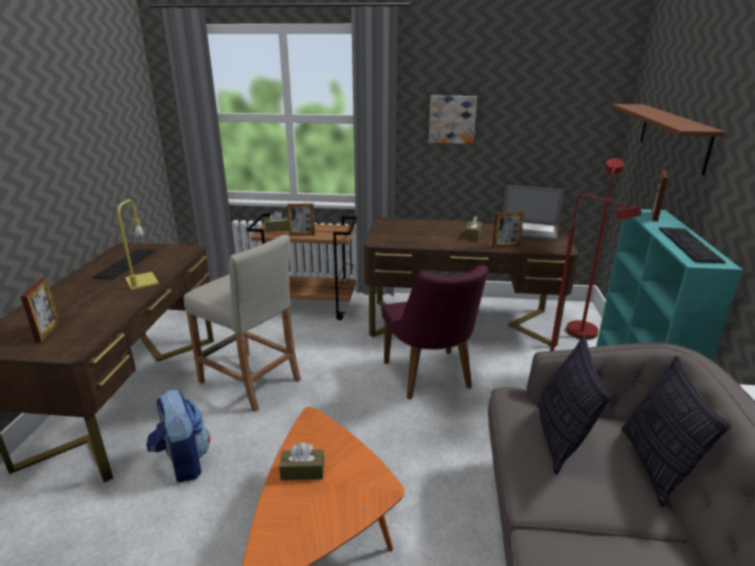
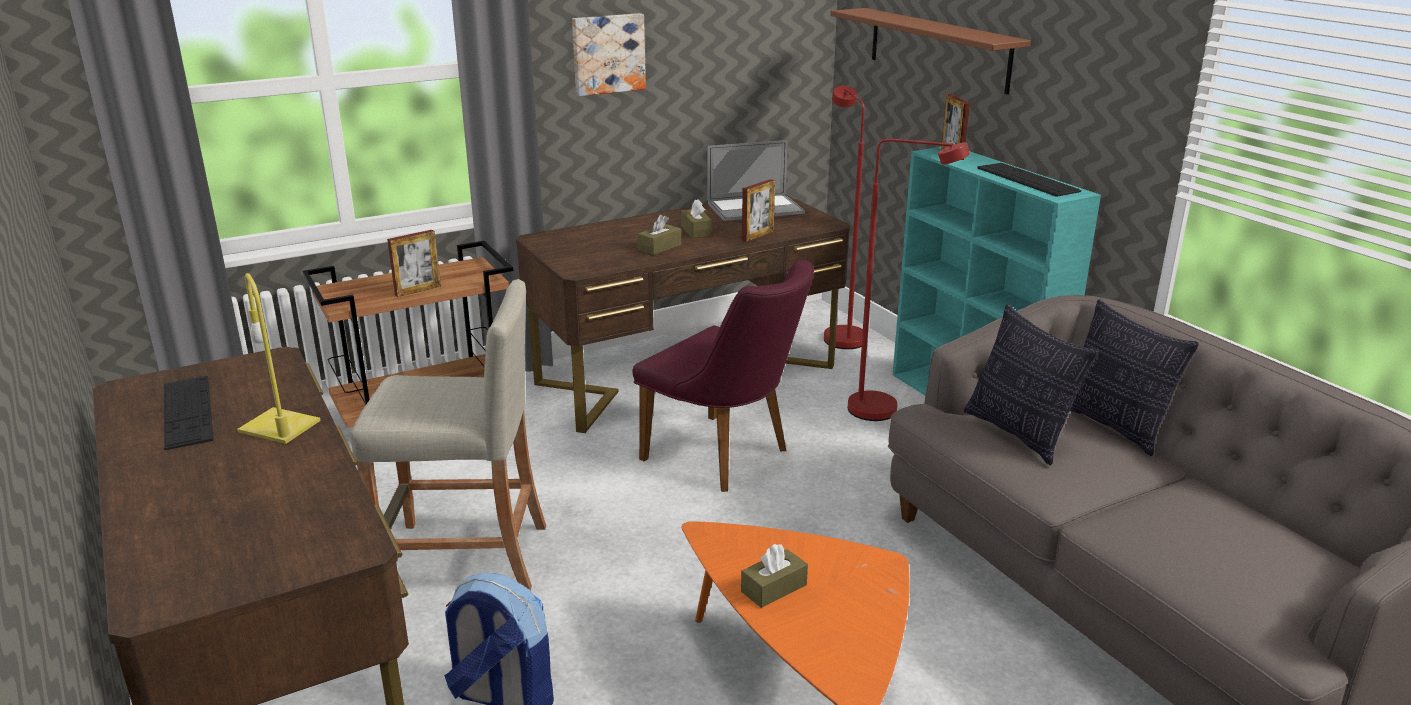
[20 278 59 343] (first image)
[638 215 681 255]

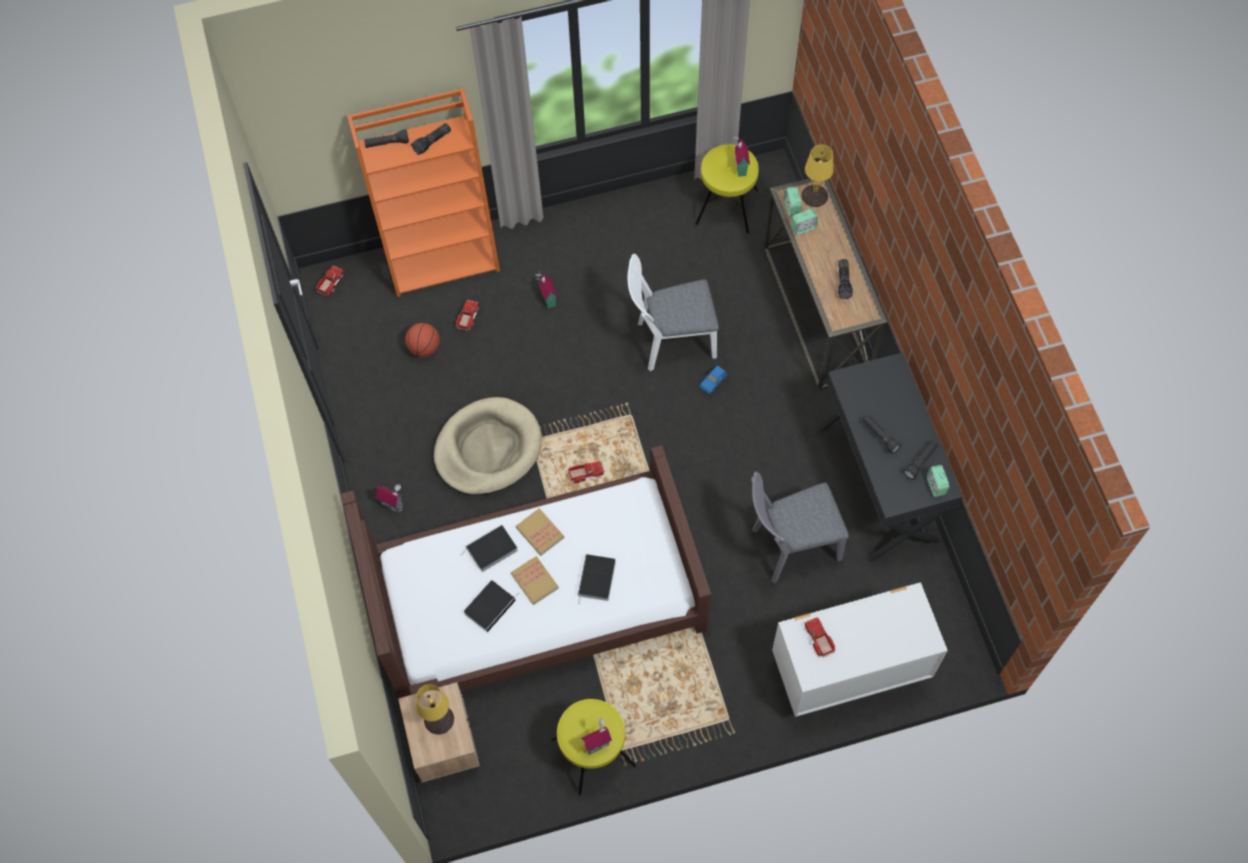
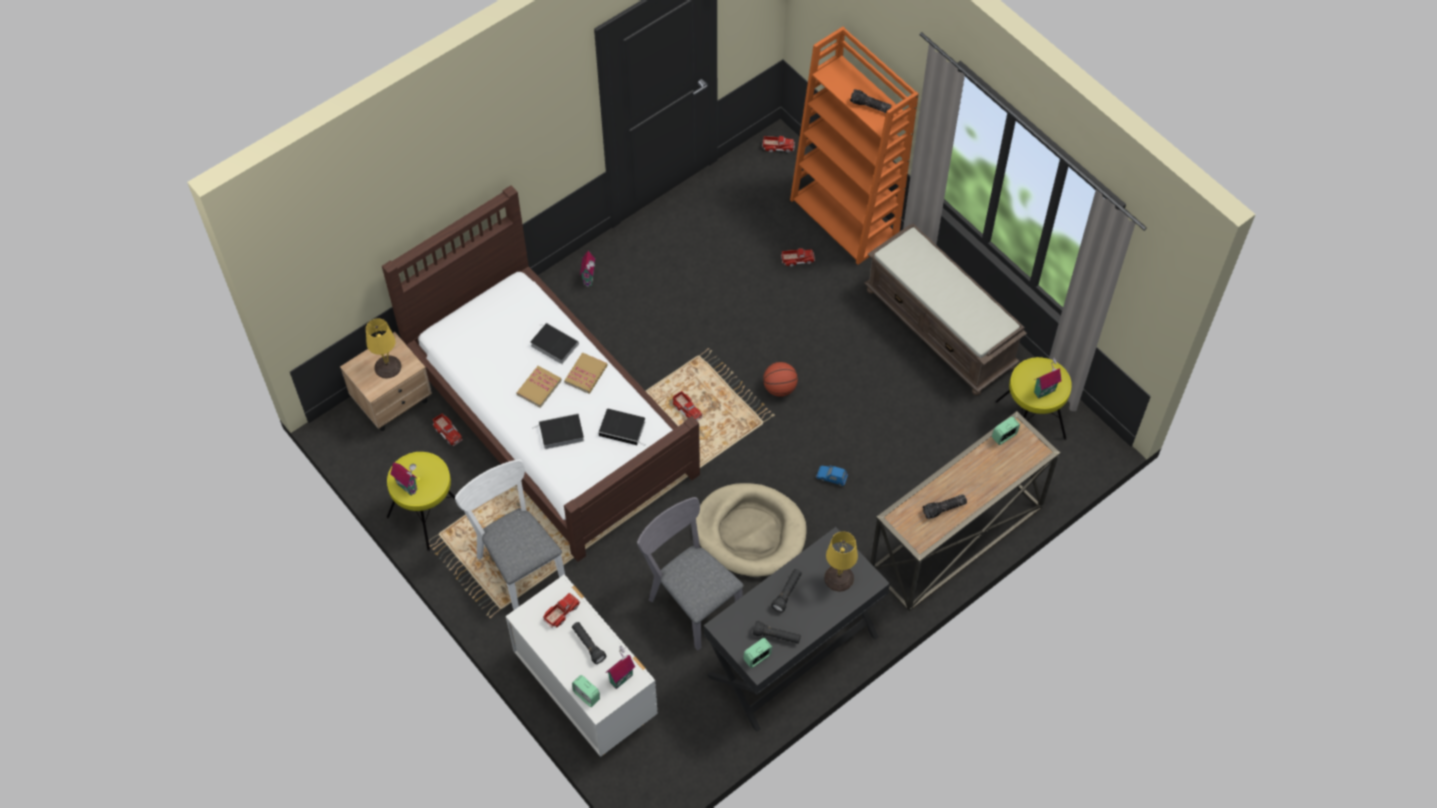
[572 622 606 664]
[763 362 798 397]
[696 483 807 577]
[598 409 646 446]
[605 645 635 689]
[455 459 565 610]
[572 675 600 707]
[824 531 858 591]
[433 413 463 446]
[864 224 1027 395]

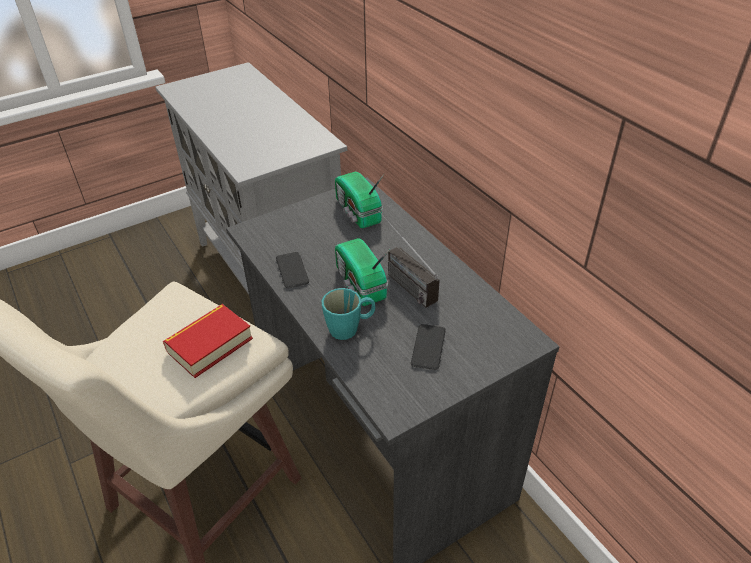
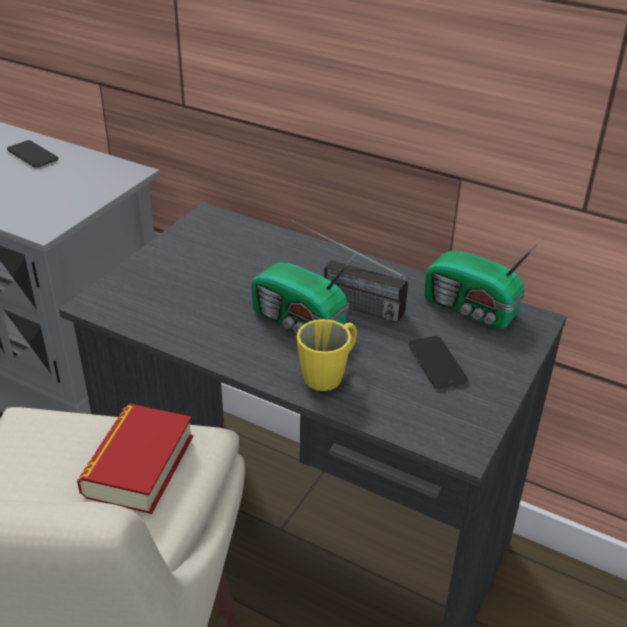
[7 140 58 168]
[296 319 357 391]
[424 238 543 329]

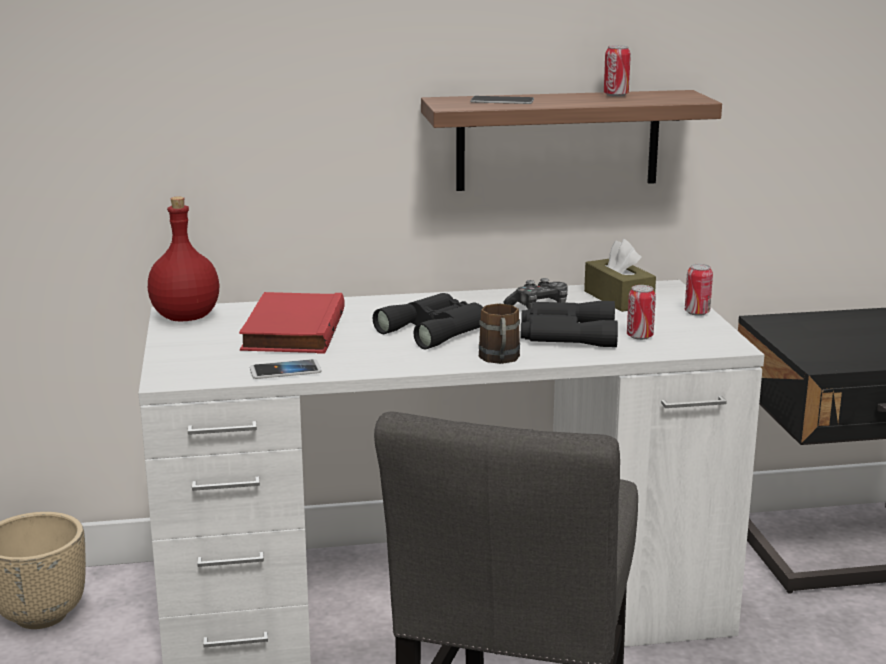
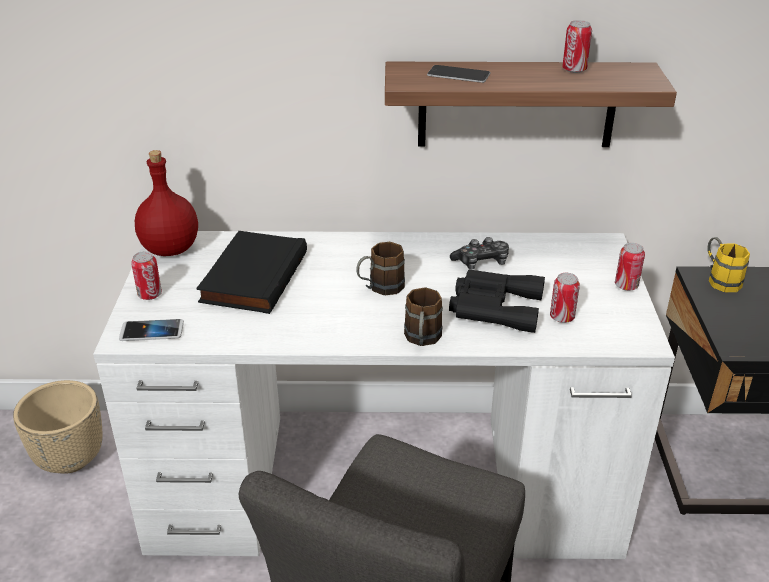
[196 231 307 314]
[119 319 184 341]
[356 242 405 295]
[584 239 656 312] (first image)
[131 251 162 300]
[707 237 750 292]

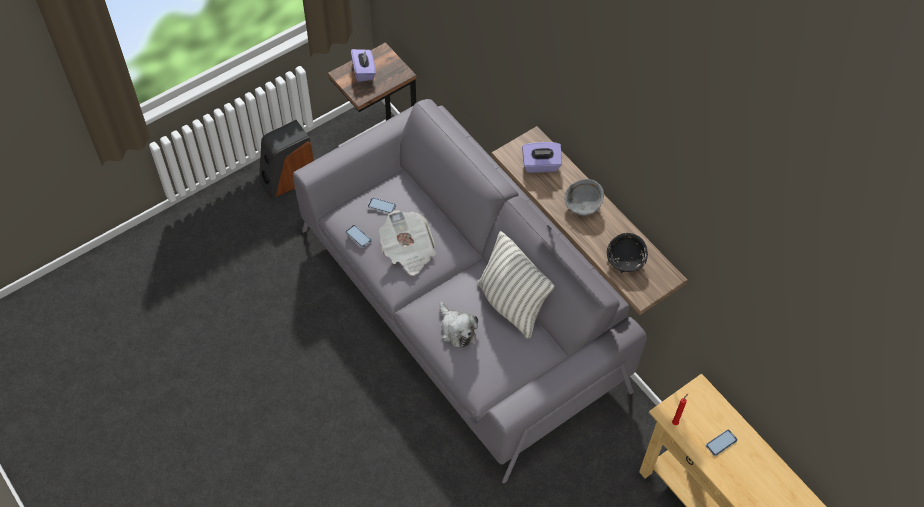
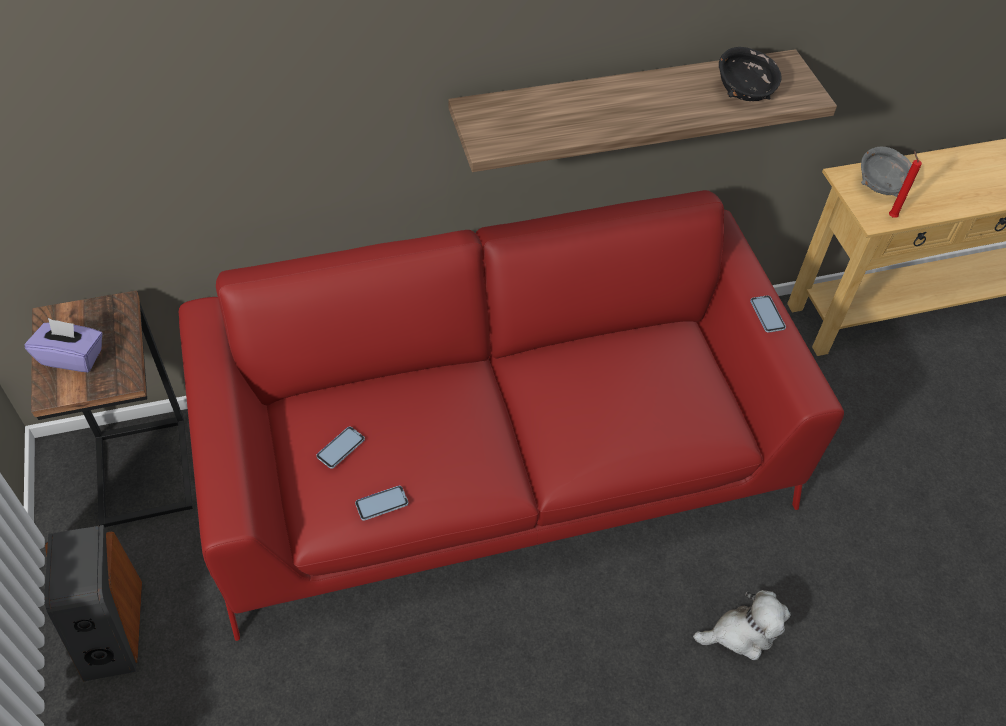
[179 190 844 641]
[379 210 436 275] (first image)
[693 590 791 660]
[477 231 554 339] (first image)
[522 142 562 173] (first image)
[861 146 914 197]
[750 295 786 333]

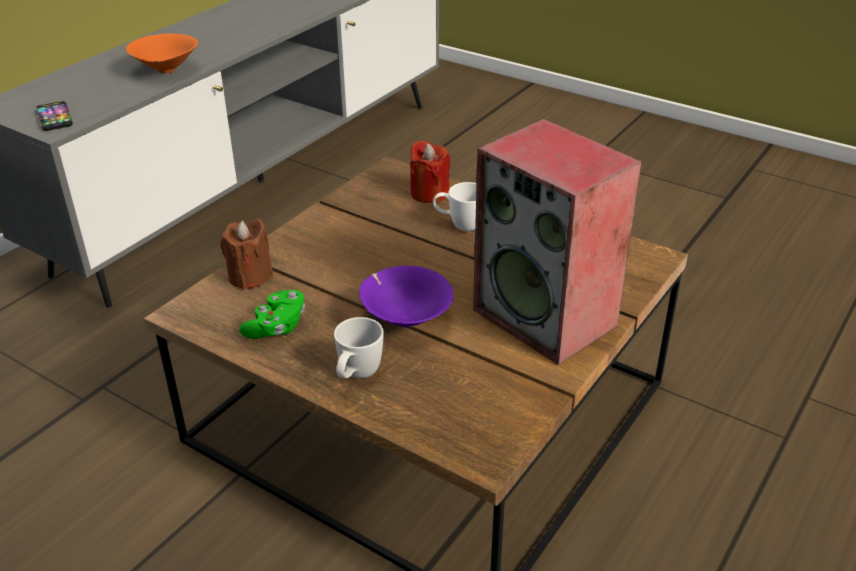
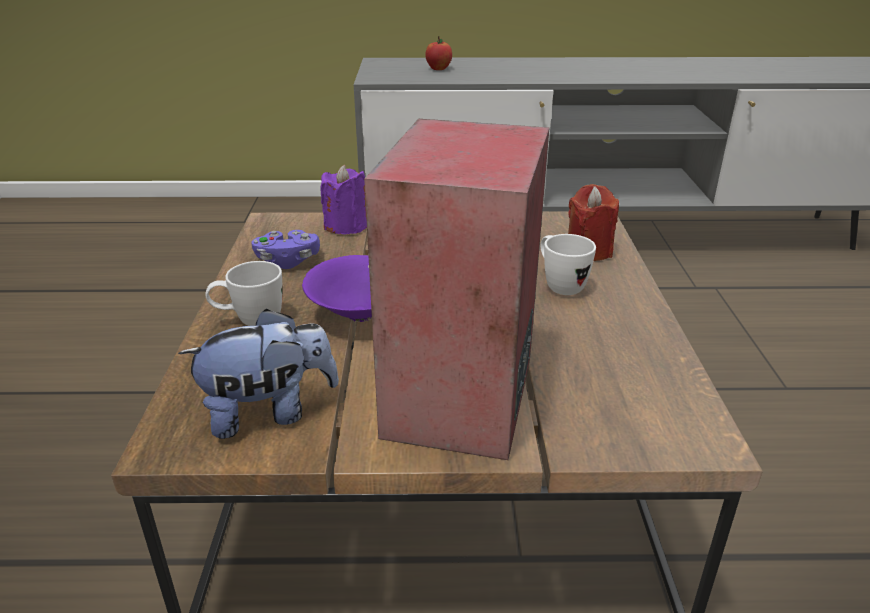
[36 101 73 131] (first image)
[126 34 198 74] (first image)
[320 165 367 234]
[252 230 320 269]
[178 309 339 439]
[425 36 452 70]

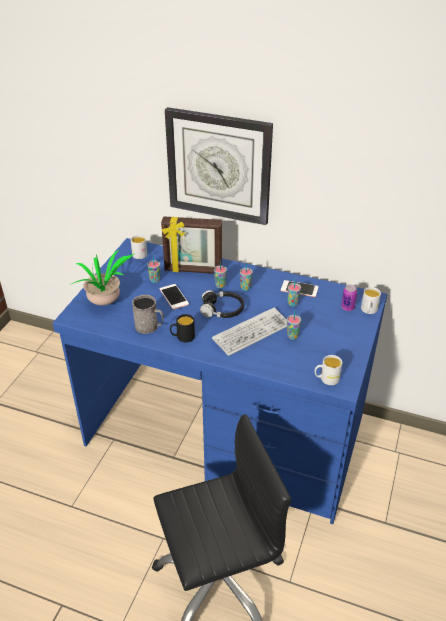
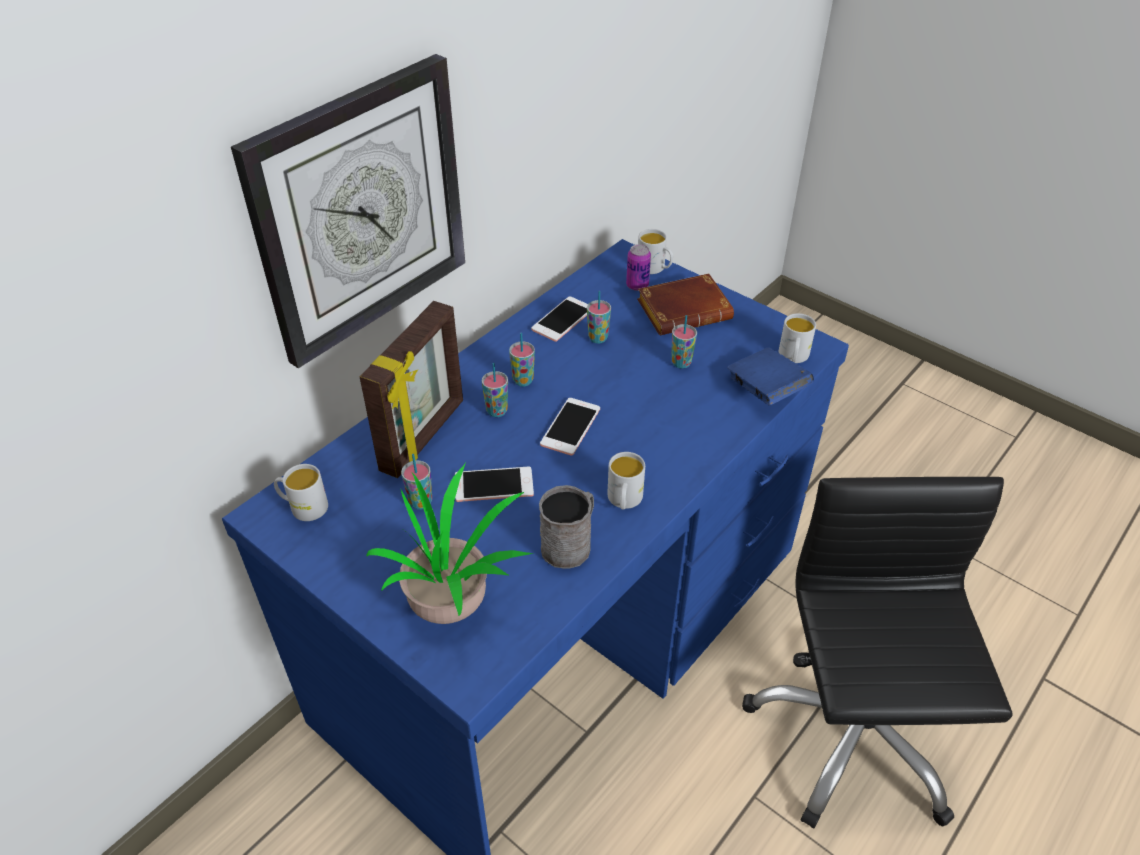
[607 452 645 510]
[540 398 600 456]
[212 308 287 356] (first image)
[637 274 734 335]
[727 347 814 406]

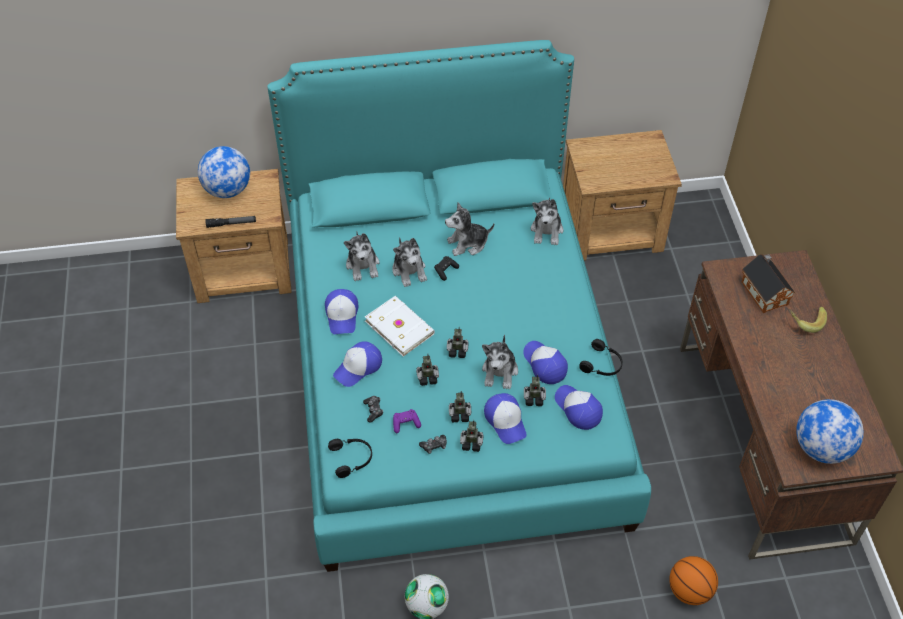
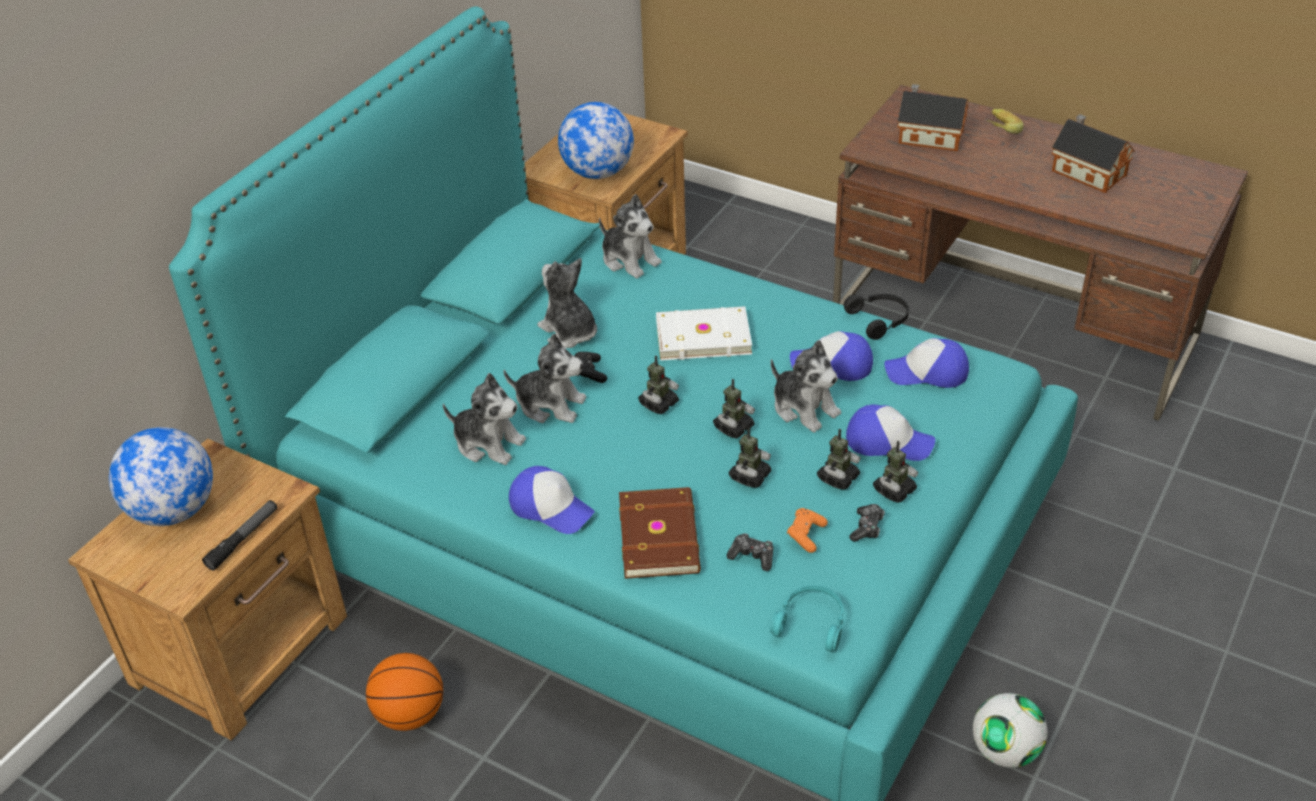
[770 585 843 652]
[619 487 701 579]
[656 306 752 361]
[787 508 828 553]
[537 258 597 348]
[638 355 679 414]
[366 653 443 731]
[558 102 634 179]
[1052 114 1135 193]

